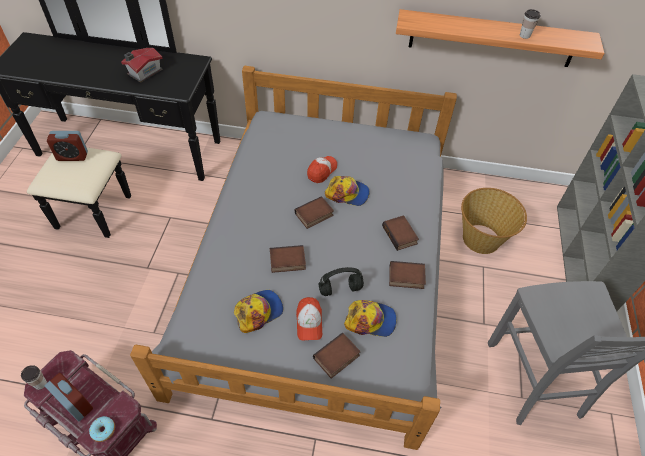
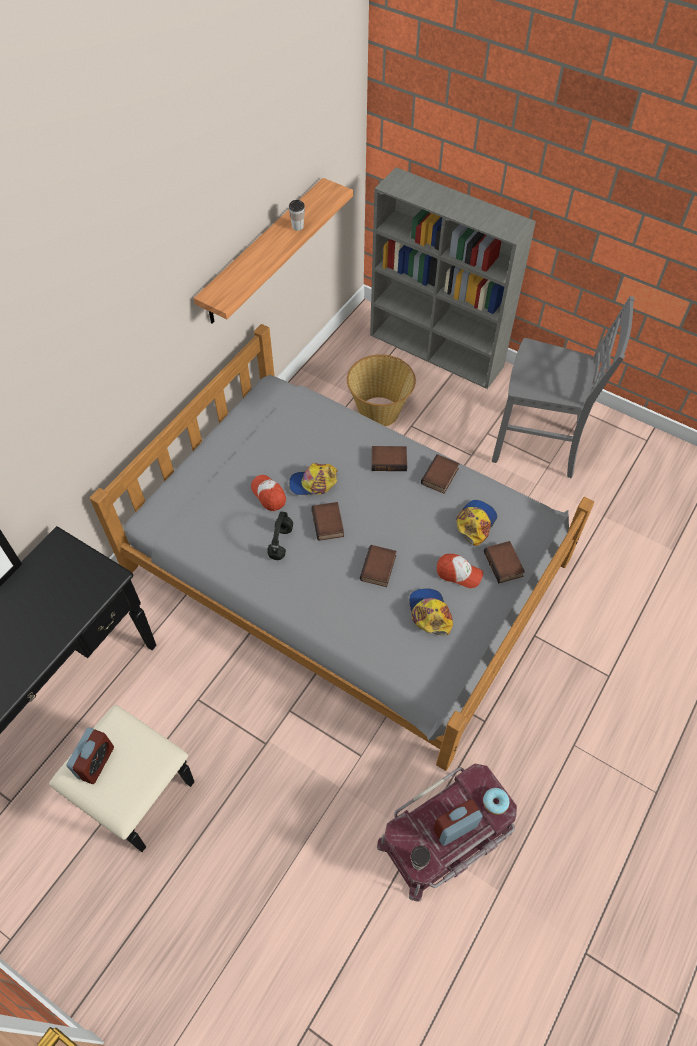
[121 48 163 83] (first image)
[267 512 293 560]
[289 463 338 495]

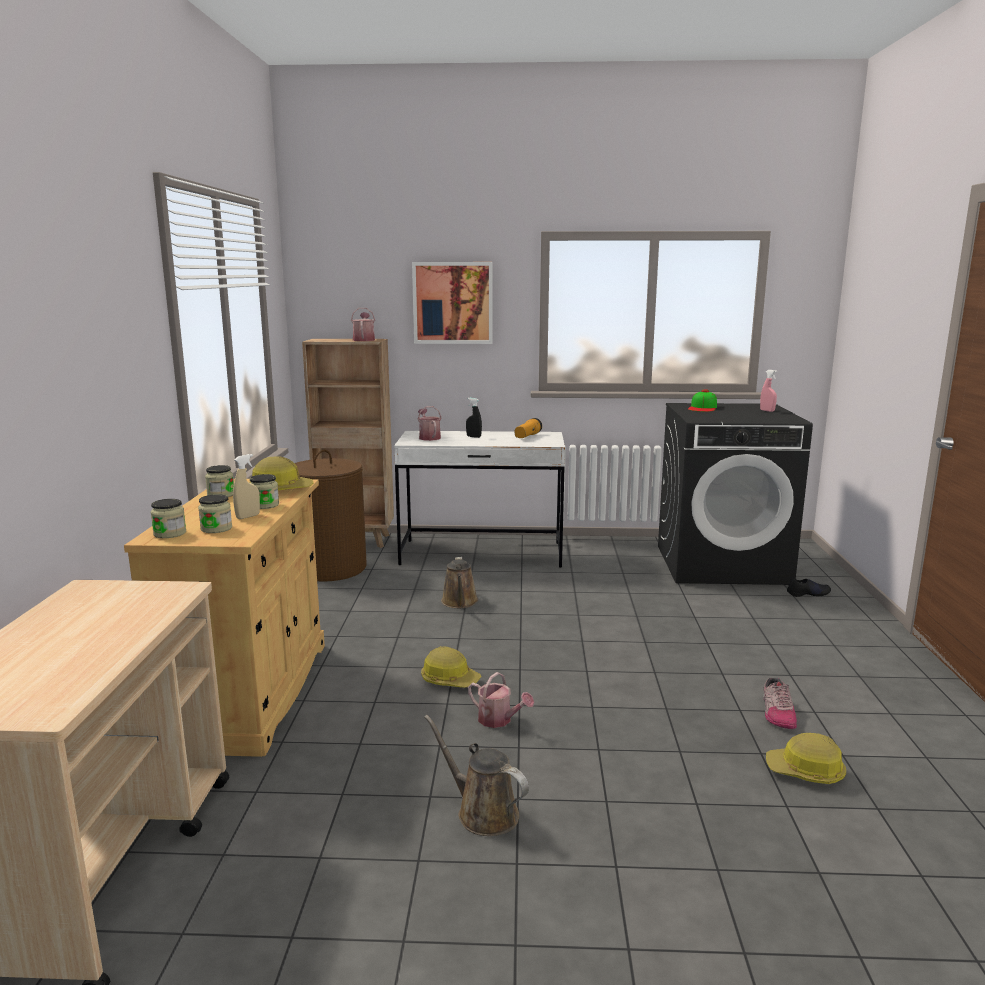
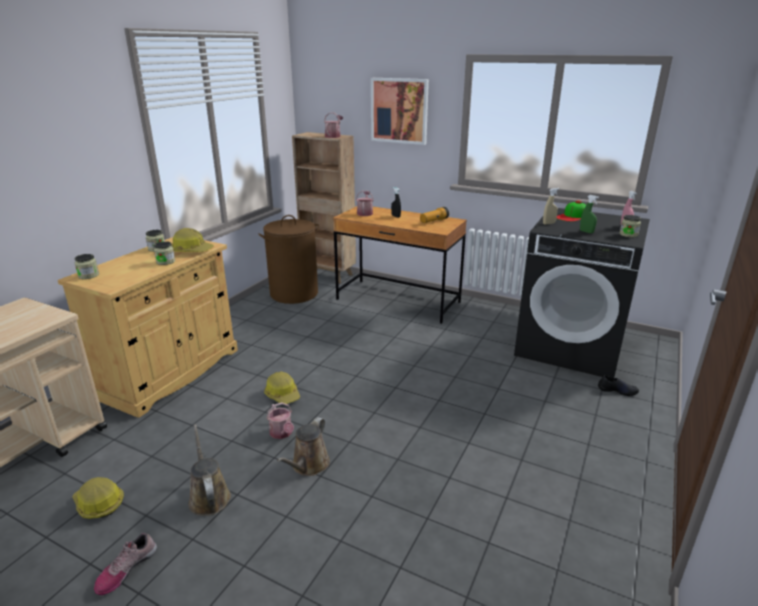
[619 215 641 237]
[543 188 559 225]
[333 206 467 324]
[277 417 330 476]
[94 533 157 595]
[72 477 124 519]
[580 195 599 233]

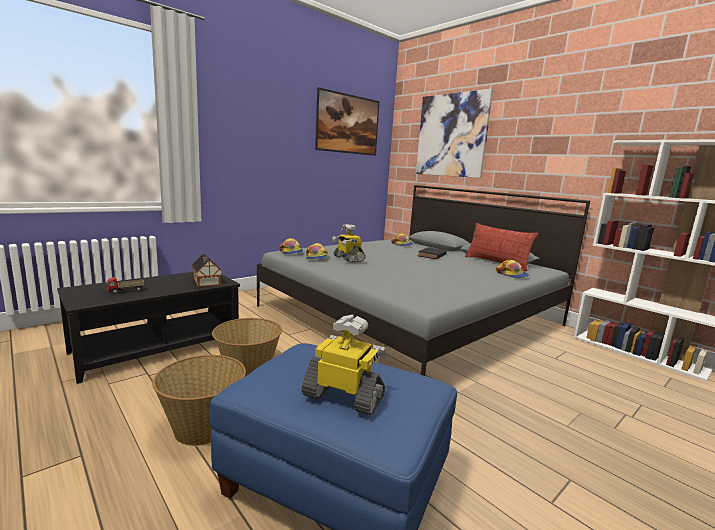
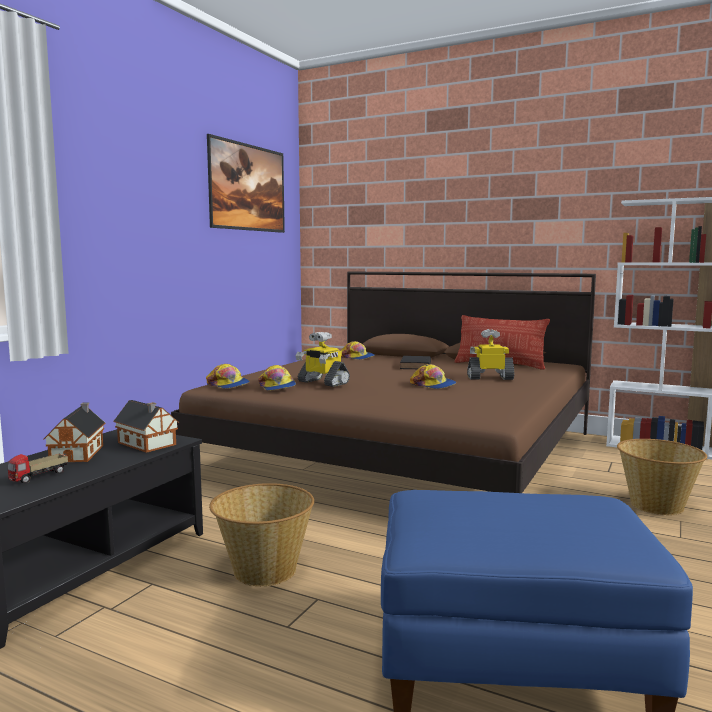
[617 439 707 515]
[171 271 596 493]
[467 329 514 380]
[416 89 493 178] (first image)
[410 364 456 389]
[43 402 105 462]

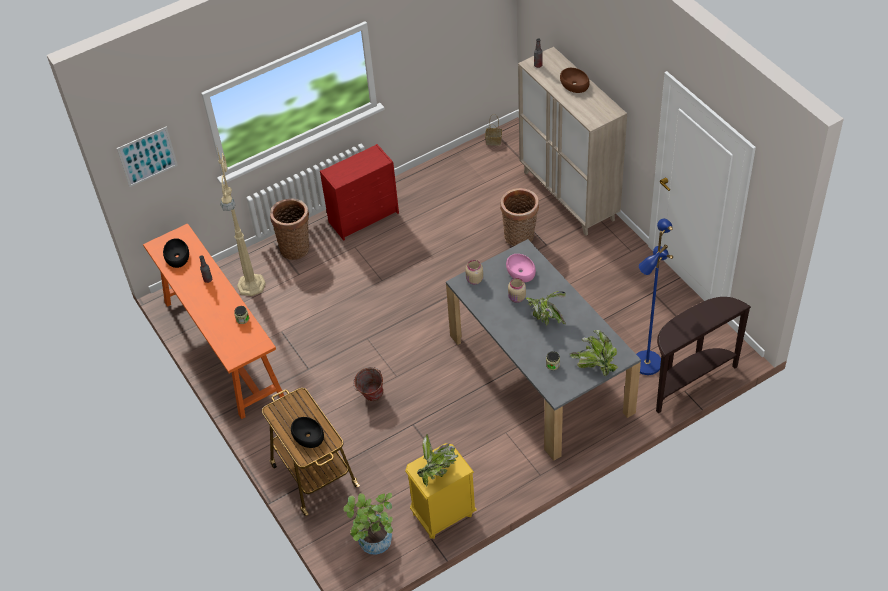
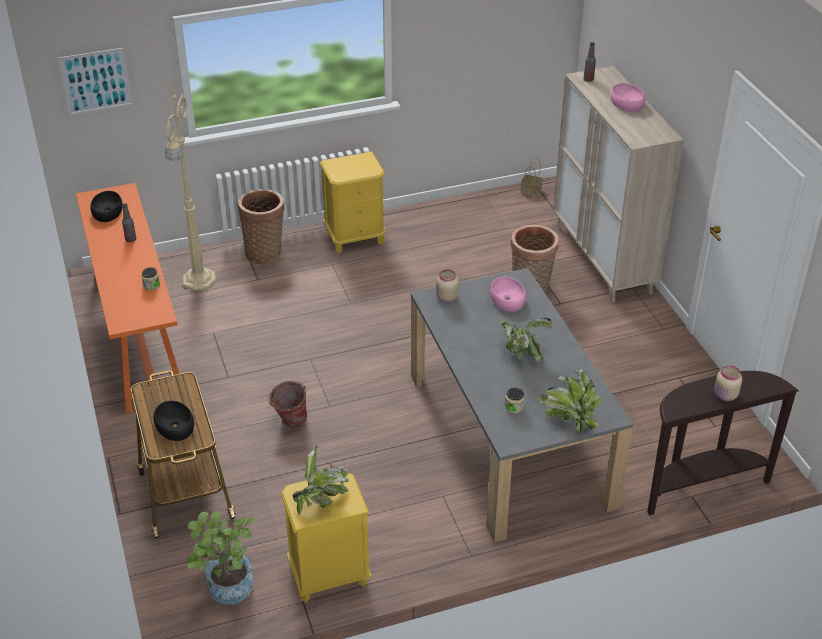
[320 152 386 253]
[714 365 742 401]
[610 83 645 112]
[636 219 673 375] (first image)

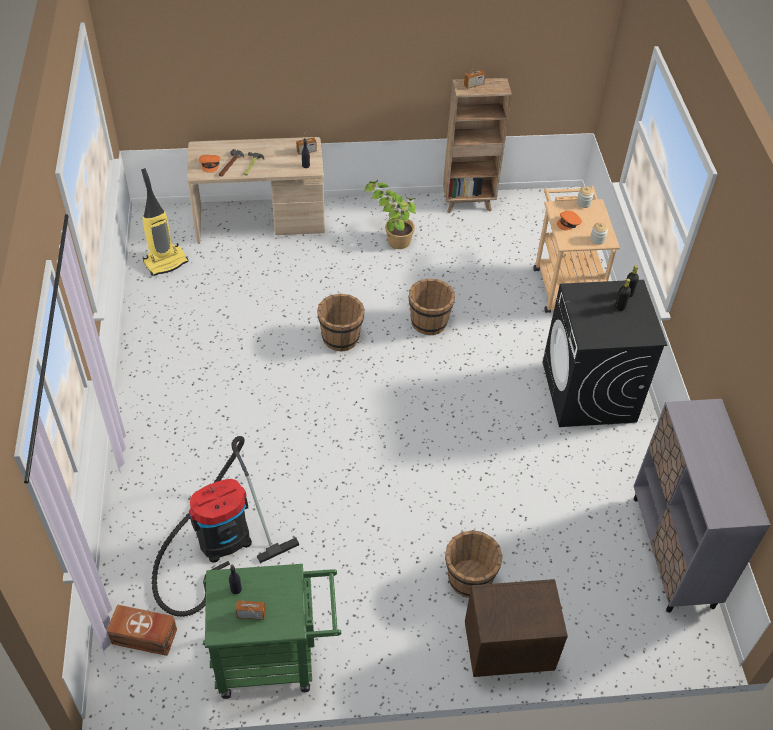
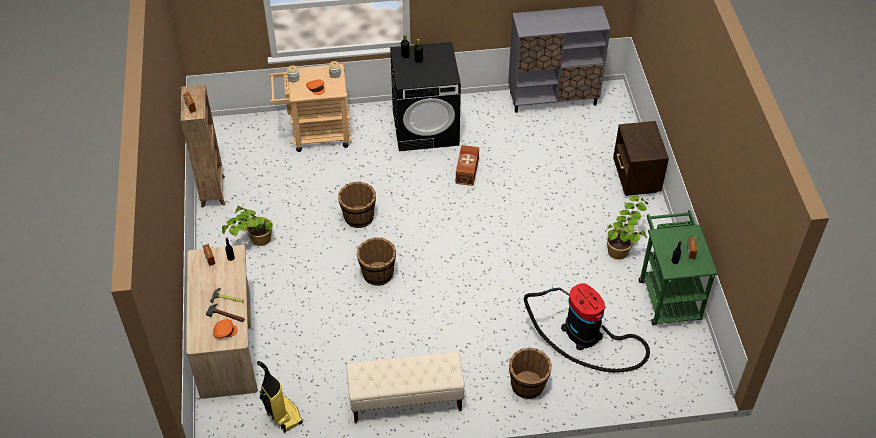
[456 145 479 186]
[509 348 552 399]
[346 351 465 423]
[605 196 648 259]

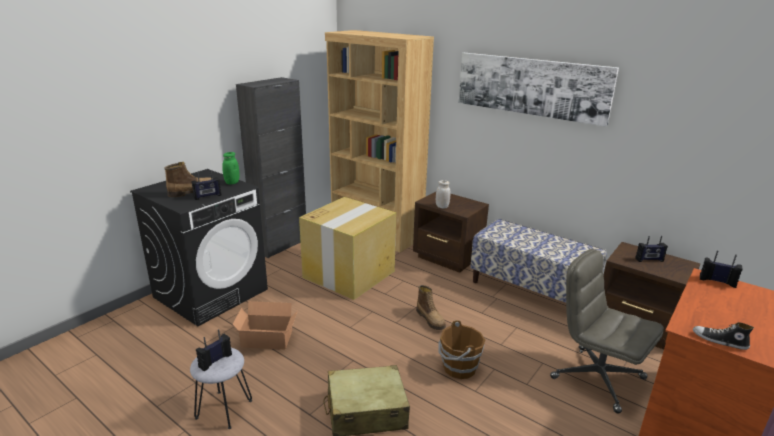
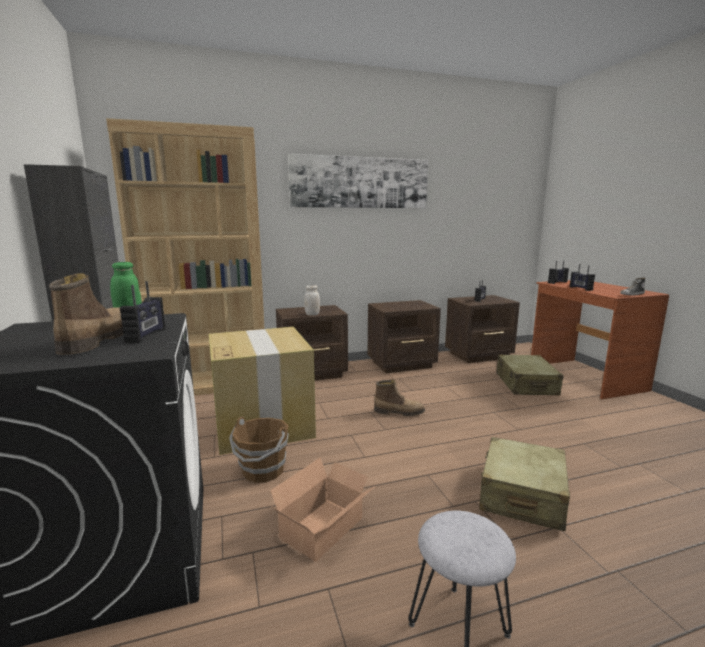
[570 264 595 291]
[229 416 289 483]
[368 300 441 373]
[496 355 563 396]

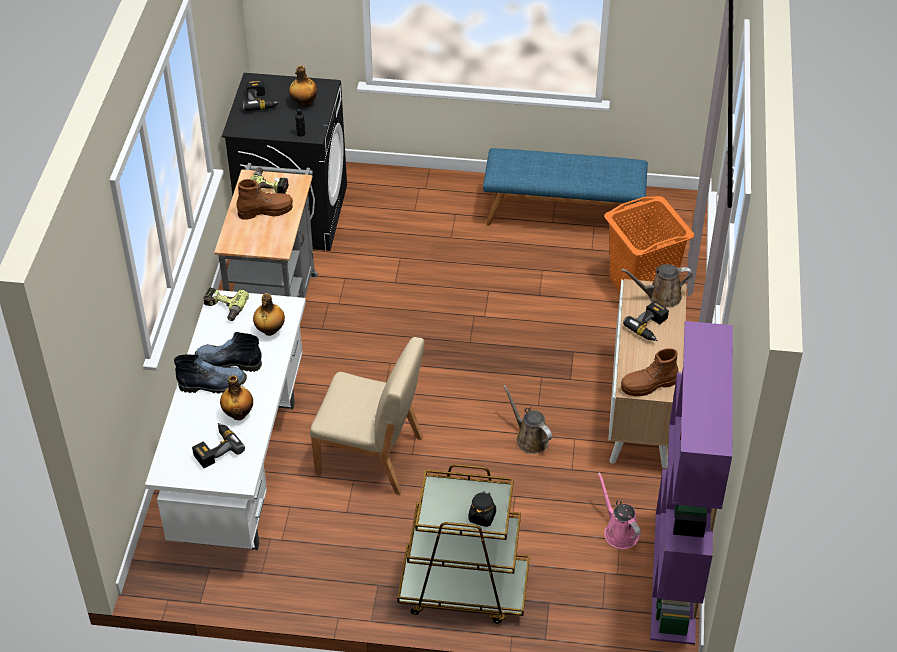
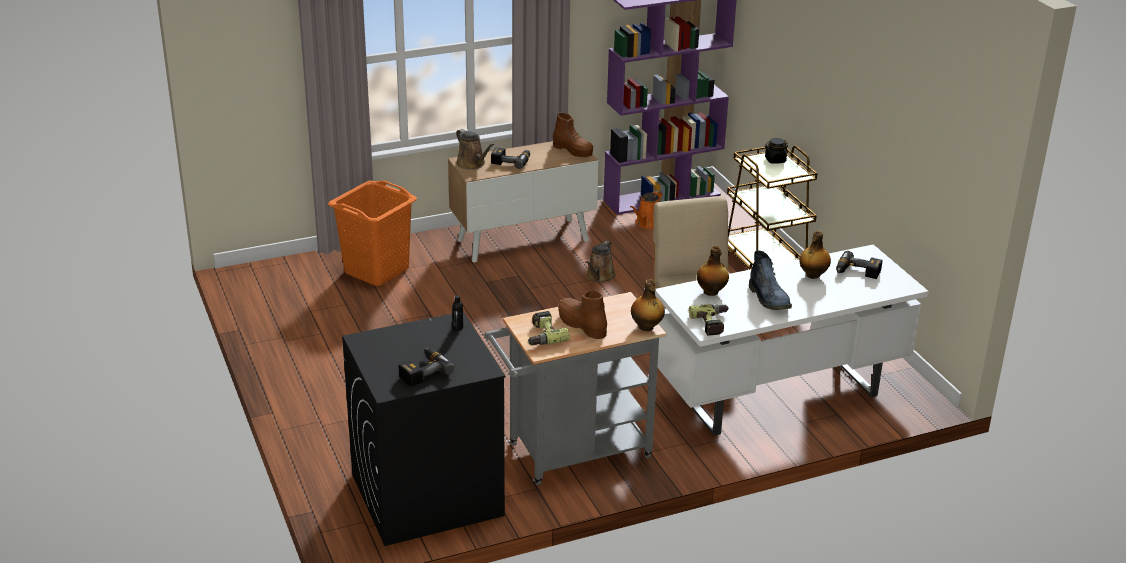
[174 355 247 393] (first image)
[631 279 665 331]
[483 148 648 226] (first image)
[630 190 662 229]

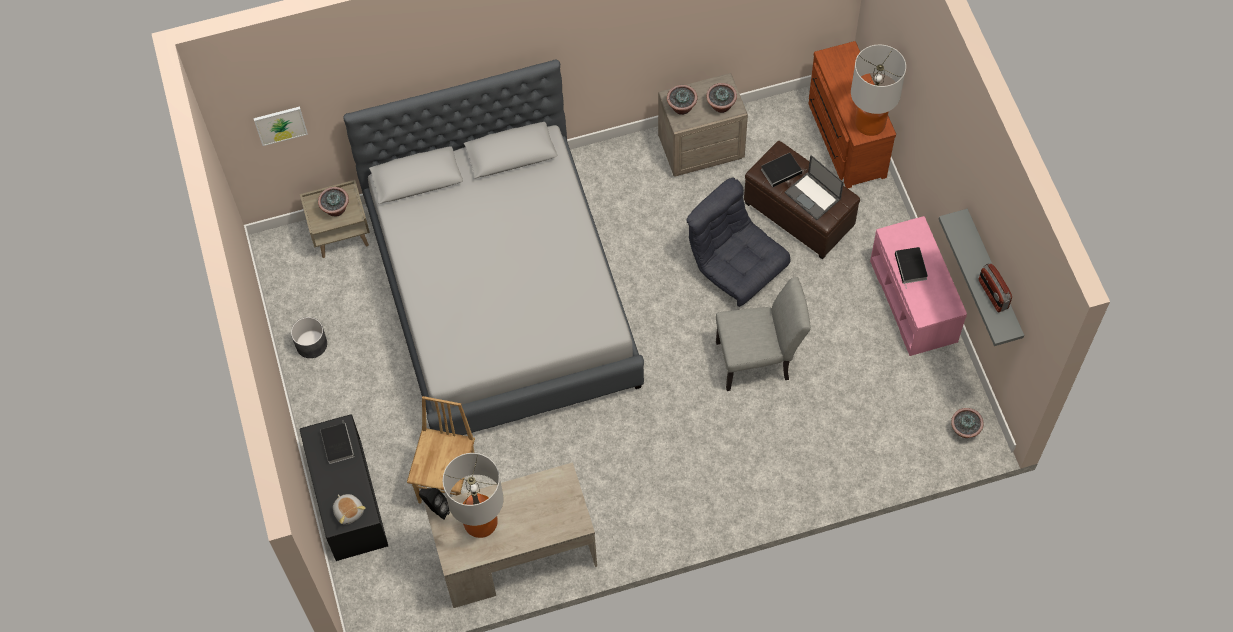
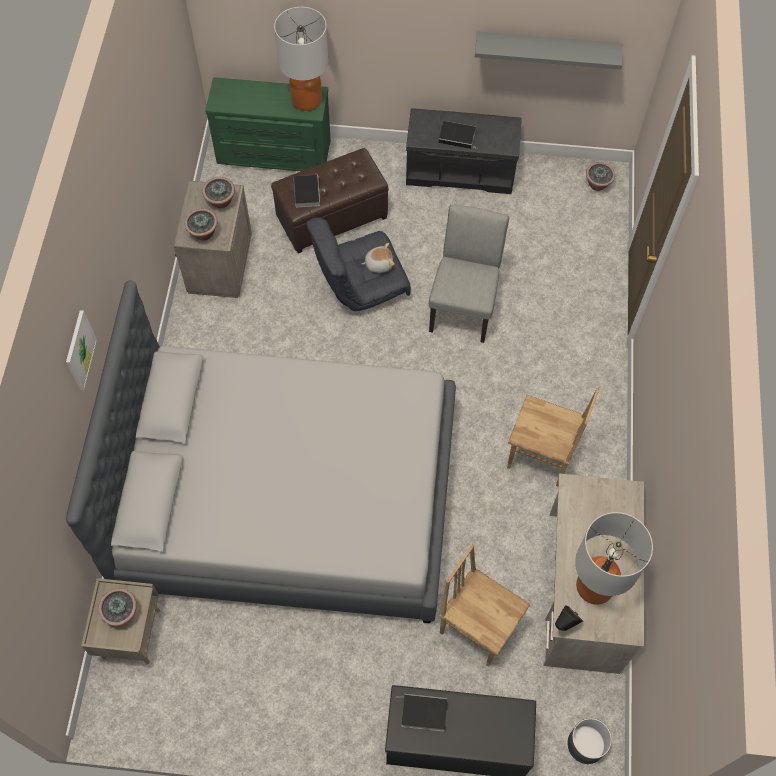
[66 310 97 390]
[567 718 612 764]
[362 243 395 273]
[785 155 844 220] (first image)
[205 77 331 171]
[406 108 522 194]
[979 263 1012 312] (first image)
[507 387 600 487]

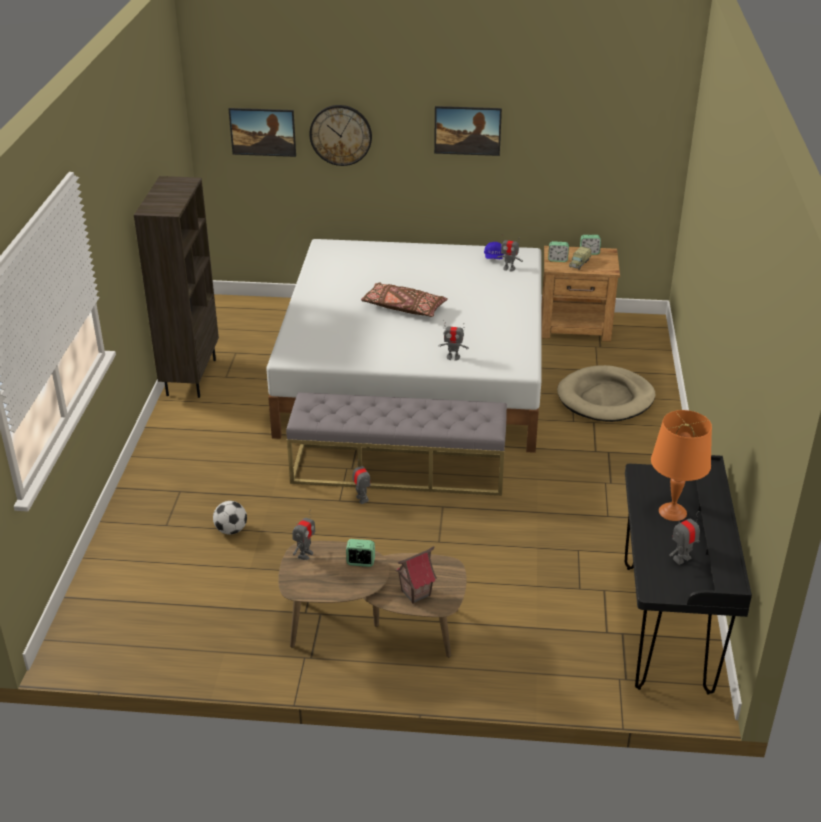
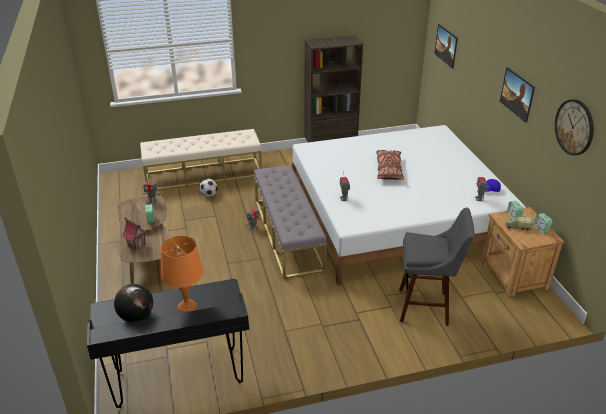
[555 99 594 155]
[399 208 475 326]
[114 284 153 322]
[140 129 262 191]

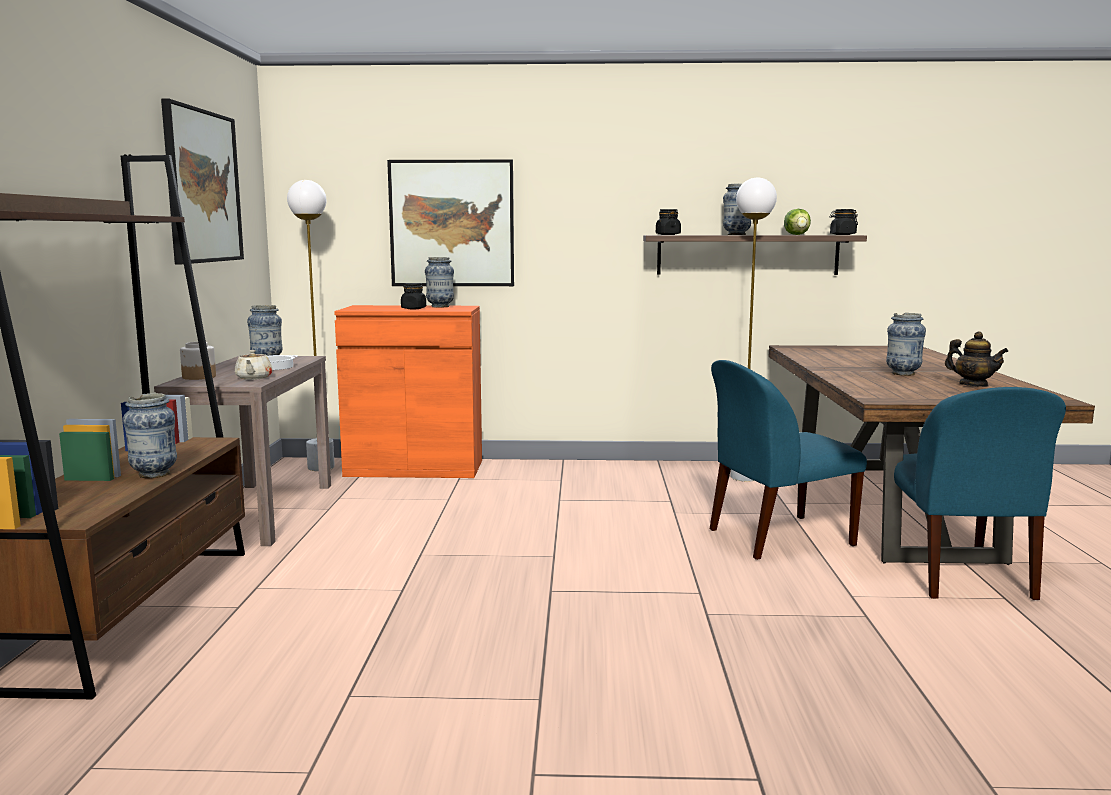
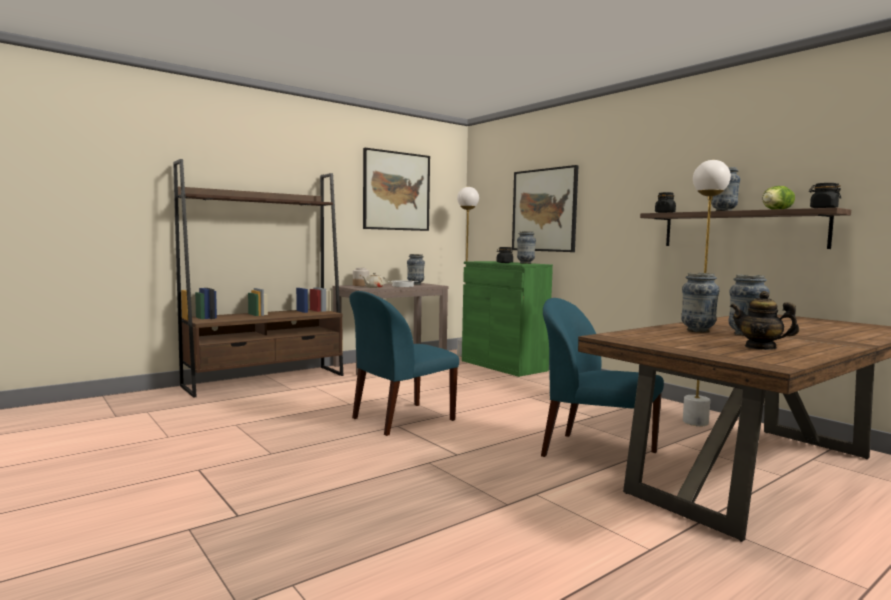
[681 273 720 333]
[462 261 553 377]
[350 291 459 436]
[730 291 799 350]

